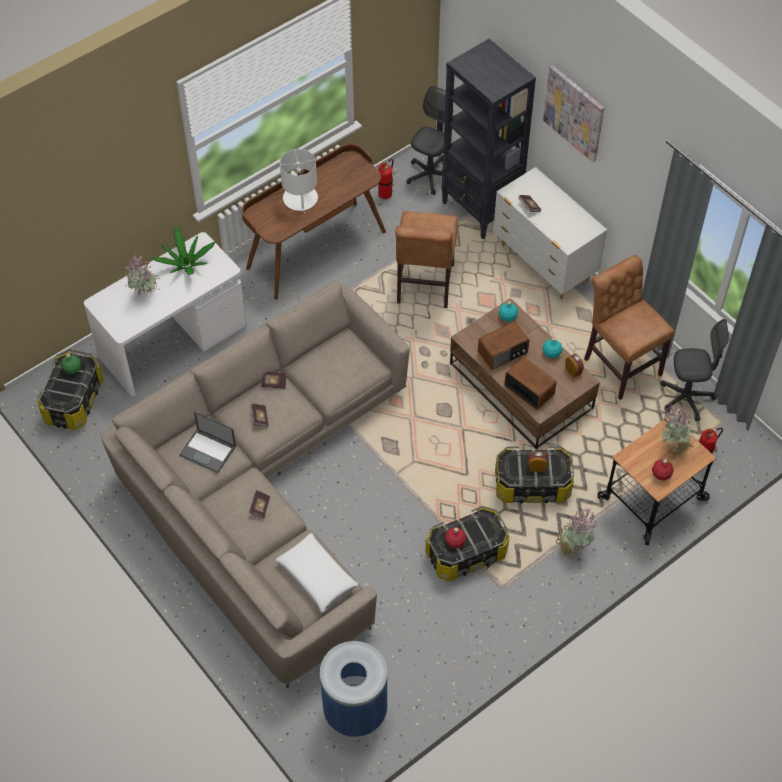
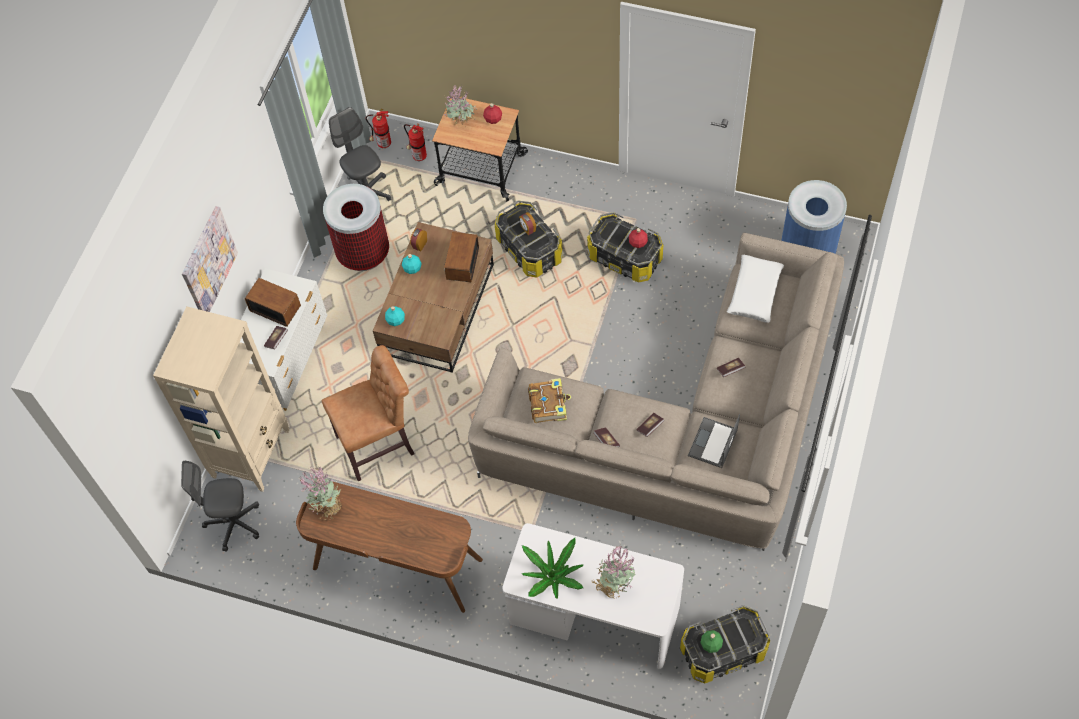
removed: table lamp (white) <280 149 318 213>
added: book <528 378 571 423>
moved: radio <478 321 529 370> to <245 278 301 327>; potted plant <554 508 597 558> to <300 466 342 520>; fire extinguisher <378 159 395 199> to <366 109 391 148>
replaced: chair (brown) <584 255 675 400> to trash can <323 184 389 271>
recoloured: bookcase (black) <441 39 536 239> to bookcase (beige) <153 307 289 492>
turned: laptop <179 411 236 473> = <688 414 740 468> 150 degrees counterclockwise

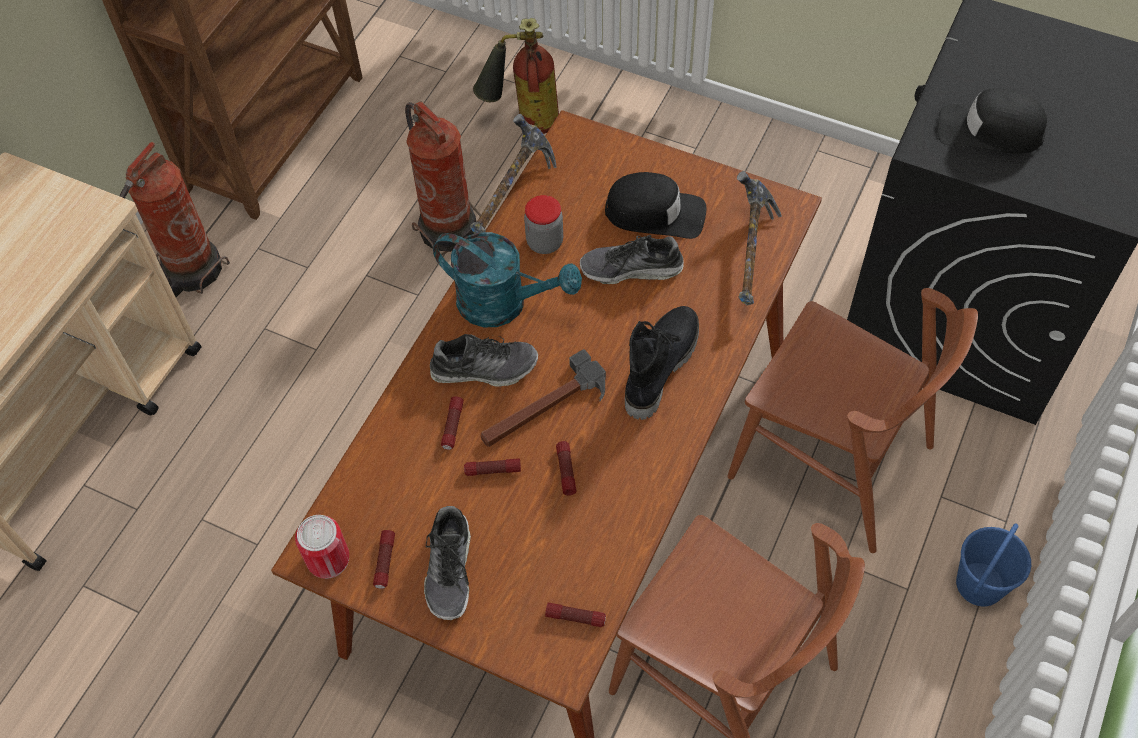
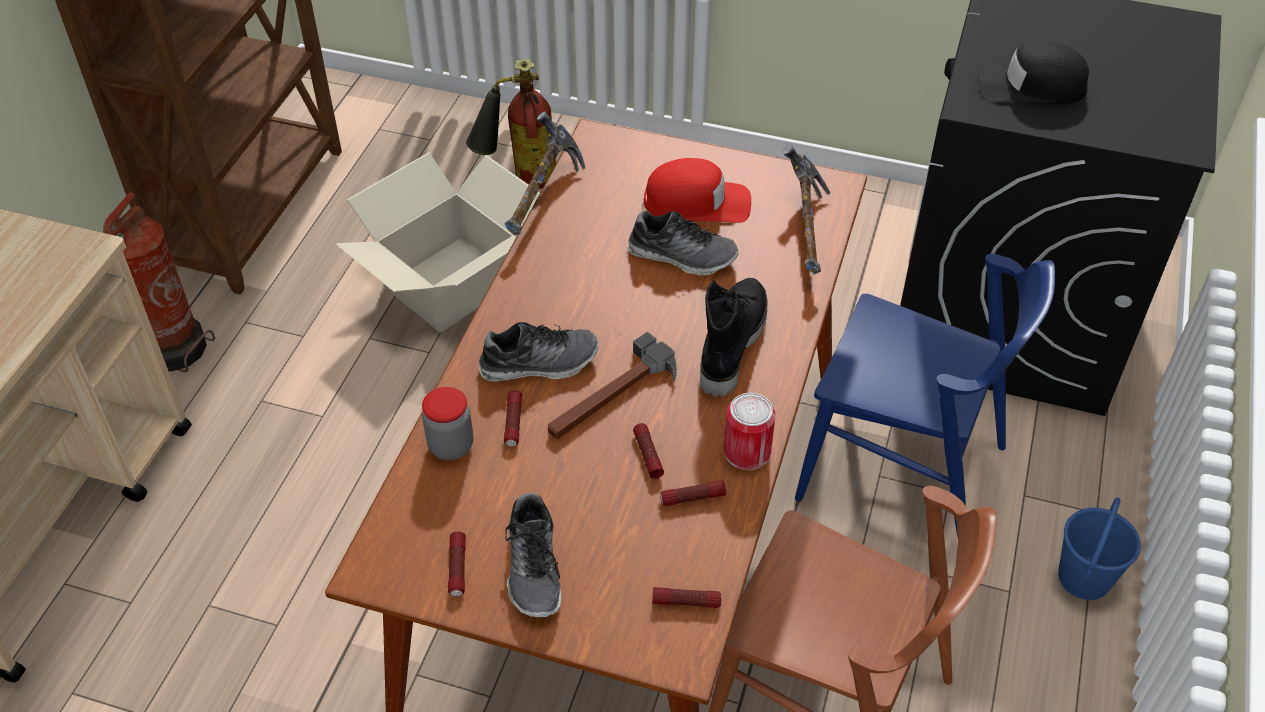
removed: watering can (turquoise) <433 232 582 327>
moved: jar <524 195 563 254> to <422 387 473 460>; flashlight <464 458 521 476> to <660 480 726 506>; can <295 515 349 579> to <723 393 776 470>
replaced: fire extinguisher <405 101 481 255> to cardboard box <336 152 540 333>
recoloured: cap (black) <605 172 706 239> to cap (red) <644 158 751 223>; chair (brown) <728 288 978 553> to chair (blue) <795 254 1055 539>
turned: shoe <580 235 684 284> = <627 210 739 275> 150 degrees counterclockwise

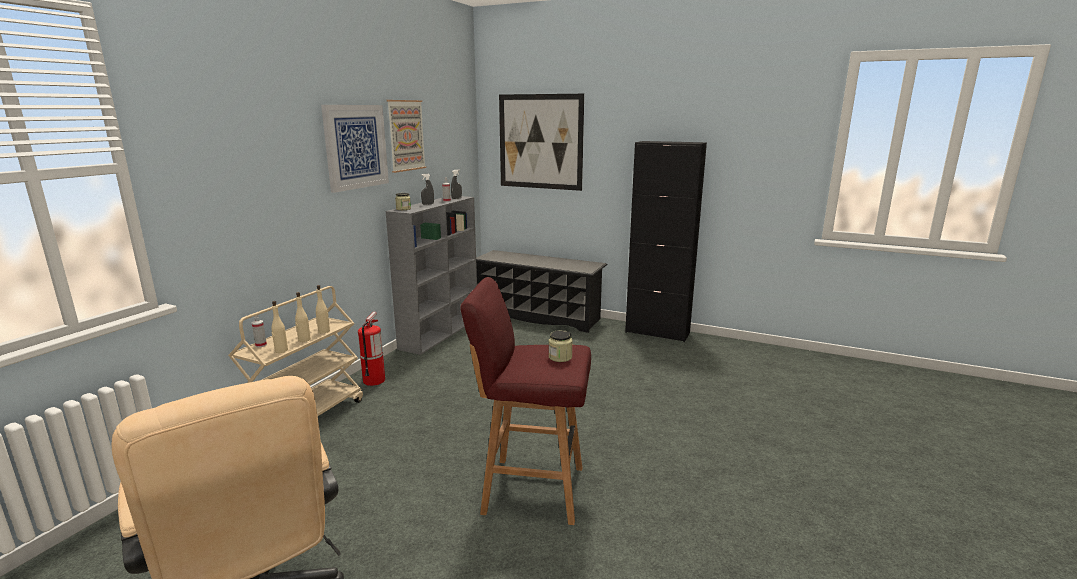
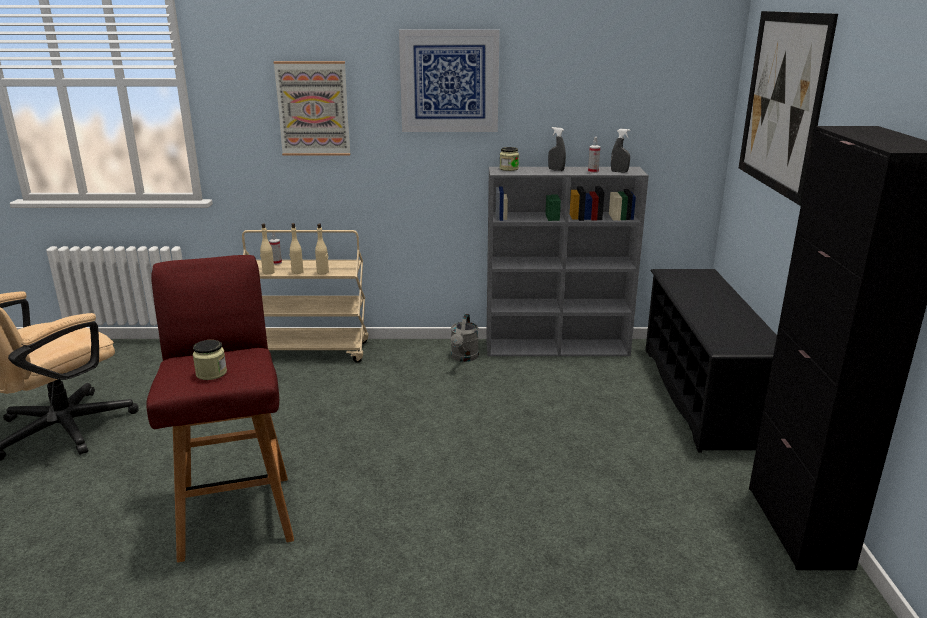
removed: fire extinguisher <358 312 385 386>
added: watering can (grey) <450 314 479 362>
moved: picture <387 100 426 173> to <273 61 351 156>

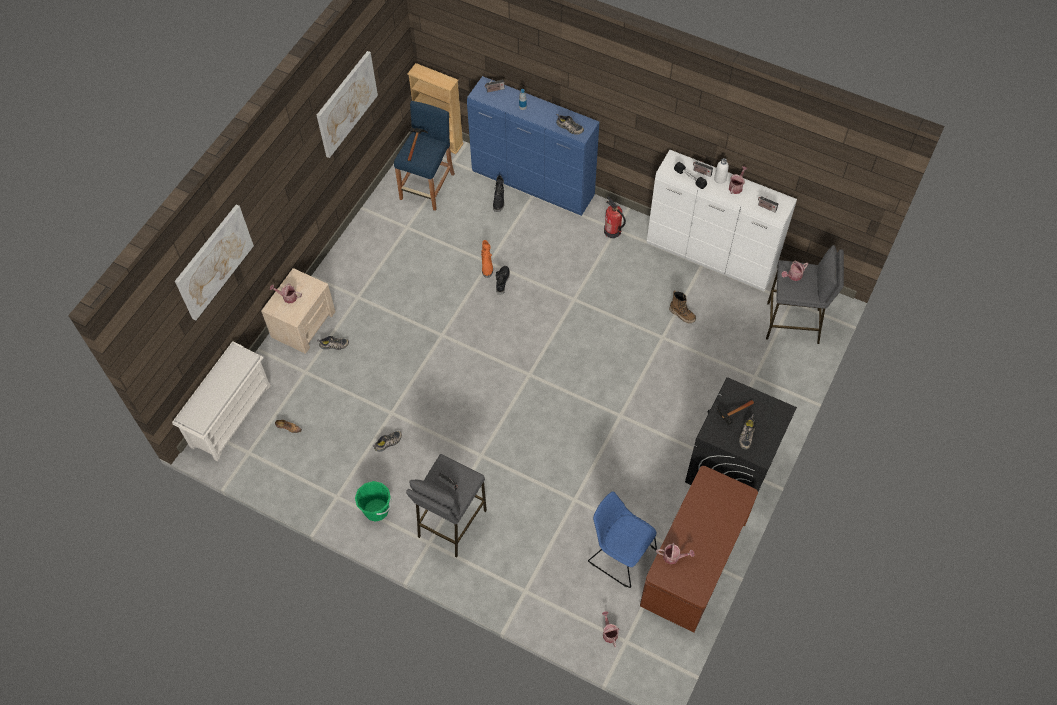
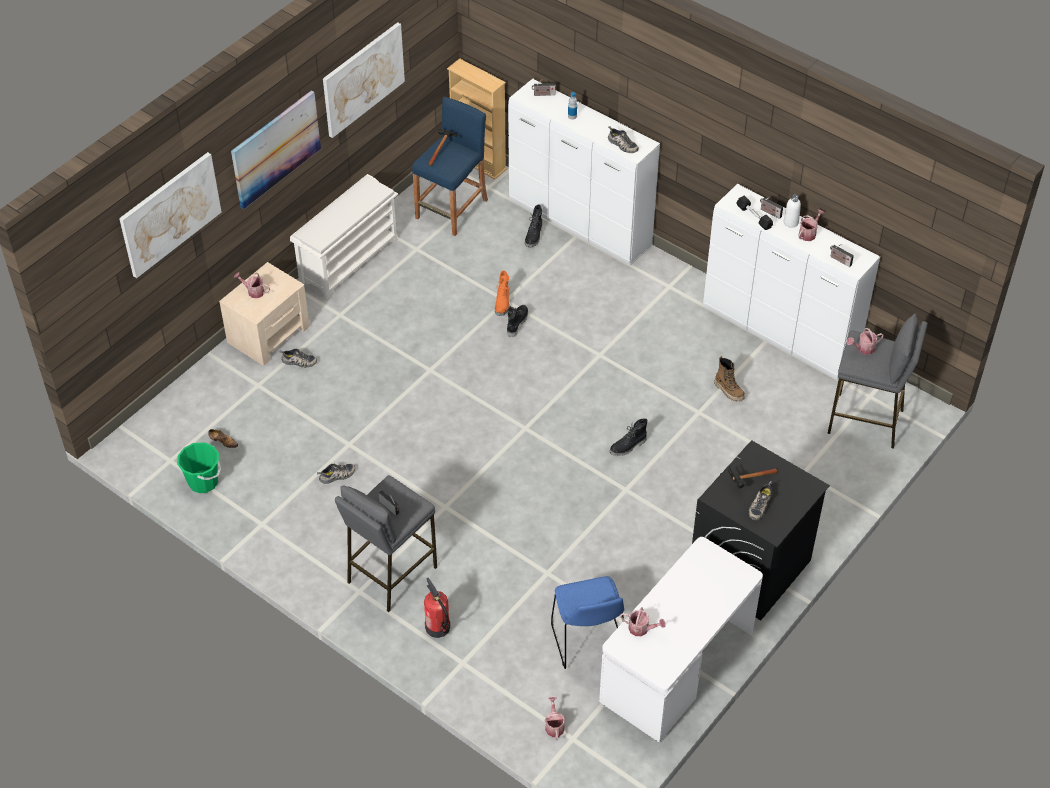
added: picture <231 91 321 209>; boot (black) <609 418 648 456>
moved: bucket (green) <355 481 391 522> to <177 442 221 493>; shoe rack (white) <172 341 271 461> to <290 174 398 299>; fire extinguisher <604 196 626 238> to <424 578 450 638>
recoloured: dresser (blue) <467 76 599 215> to dresser (white) <508 79 660 265>; desk (brown) <640 466 758 633> to desk (white) <599 537 763 743>
turned: chair (blue) <588 491 657 588> = <551 576 624 669> 150 degrees counterclockwise

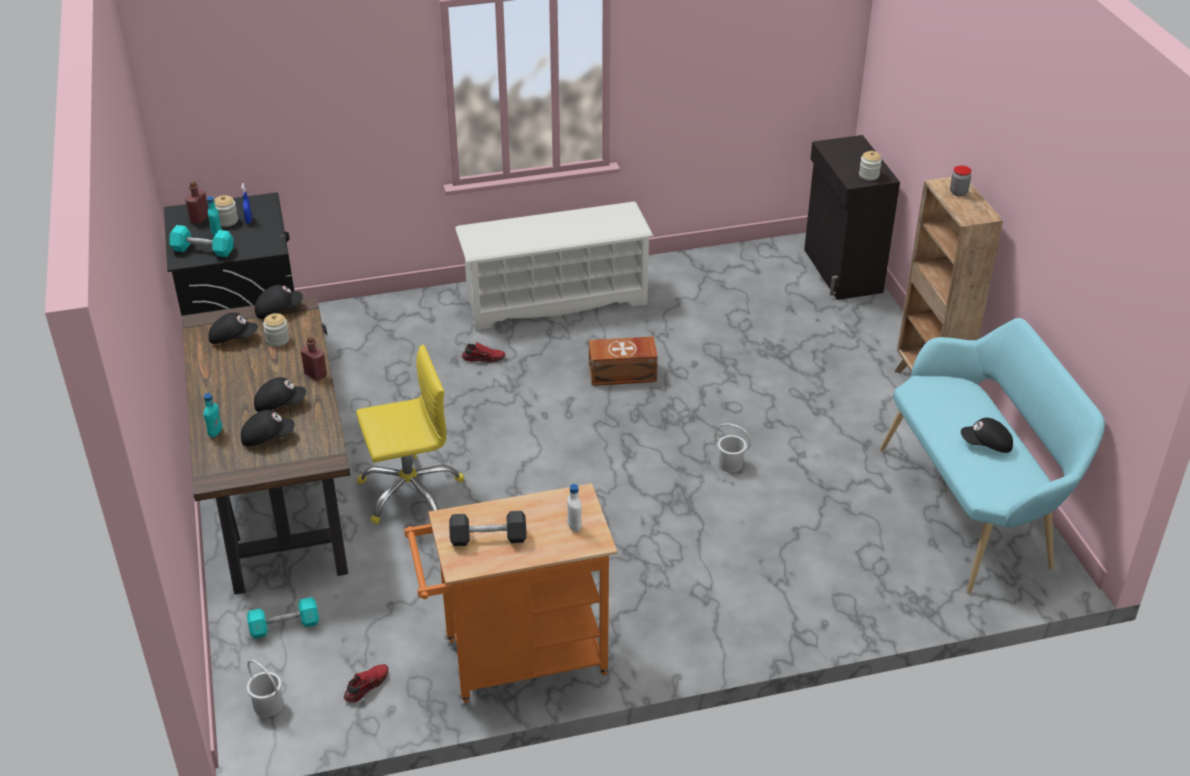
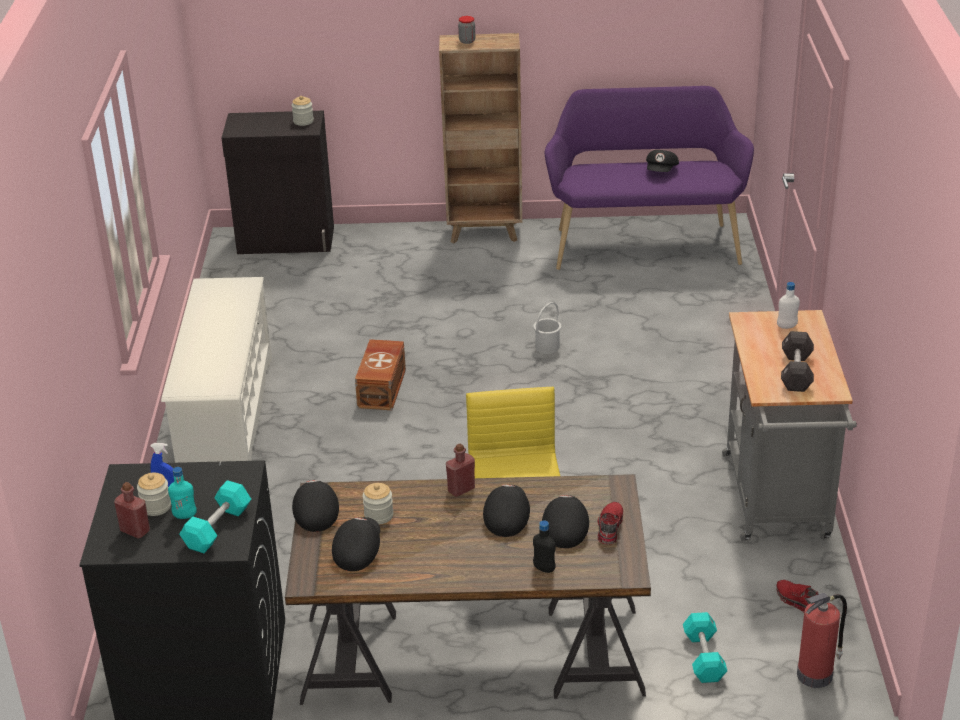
moved: shoe (red) <461 342 505 363> to <597 502 623 545>
replaced: bucket (white) <247 660 283 717> to fire extinguisher <797 593 847 688>
recoloured: bottle (turquoise) <203 393 222 437> to bottle (black) <533 521 556 573>; bench (turquoise) <880 318 1105 594> to bench (purple) <545 86 754 270>; cart (orange) <404 483 617 703> to cart (grey) <722 310 857 542>

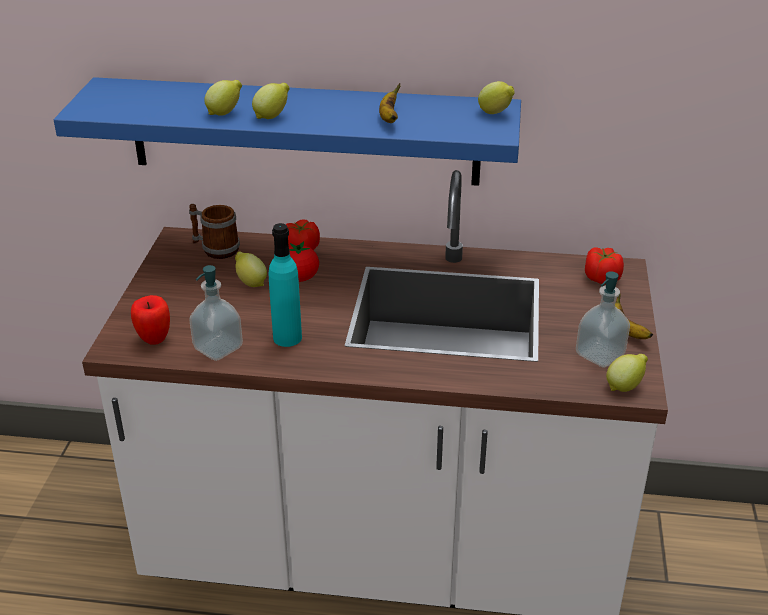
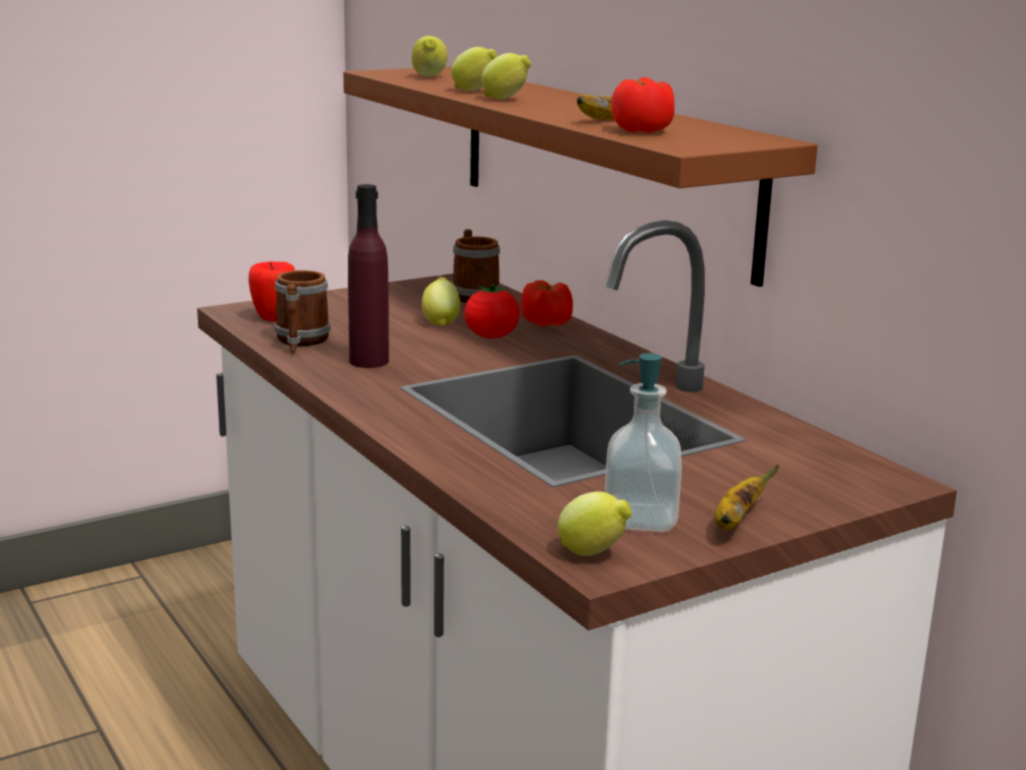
moved: lemon <478 81 515 114> to <412 36 448 77>; tomato <585 247 624 285> to <611 77 675 133>
replaced: soap dispenser <189 265 243 361> to mug <275 270 331 354>
recoloured: shelf (blue) <54 77 521 186> to shelf (brown) <343 66 818 287>; bottle (turquoise) <269 223 302 347> to bottle (purple) <348 184 389 368>

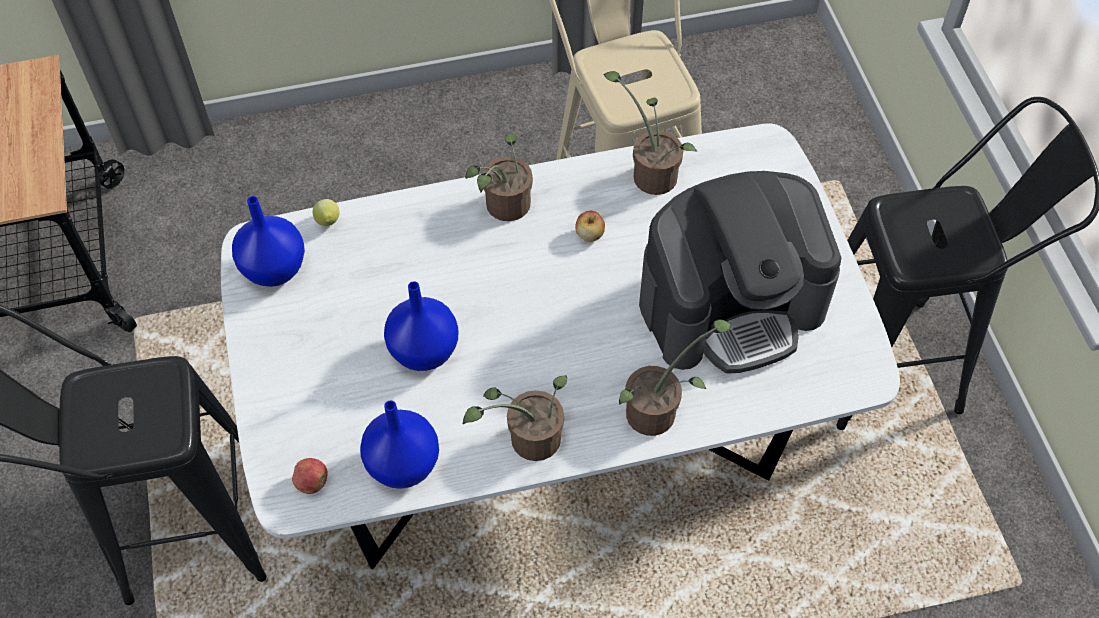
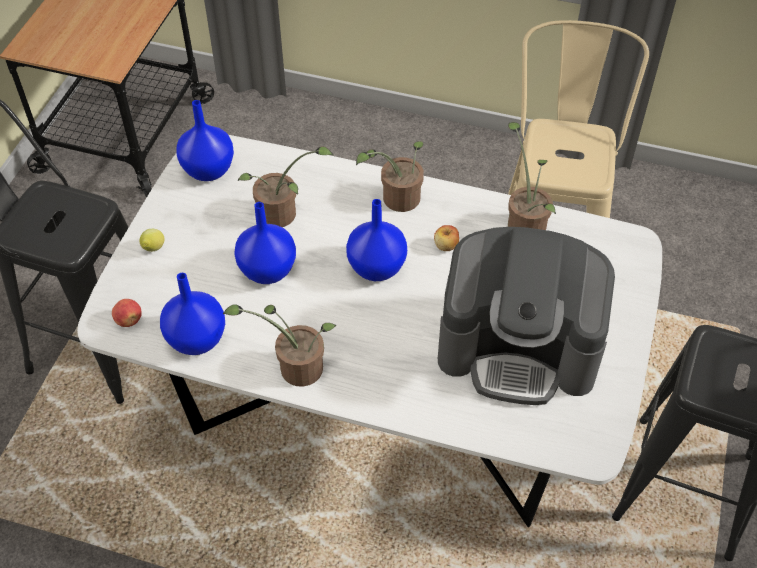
added: vase (blue) <346 199 407 281>
moved: lemon <313 199 340 226> to <140 229 164 252>; potted plant <619 320 732 436> to <238 146 333 227>

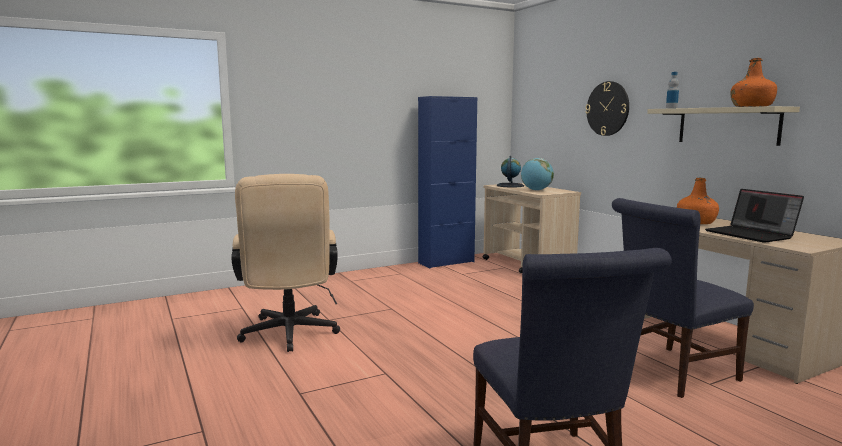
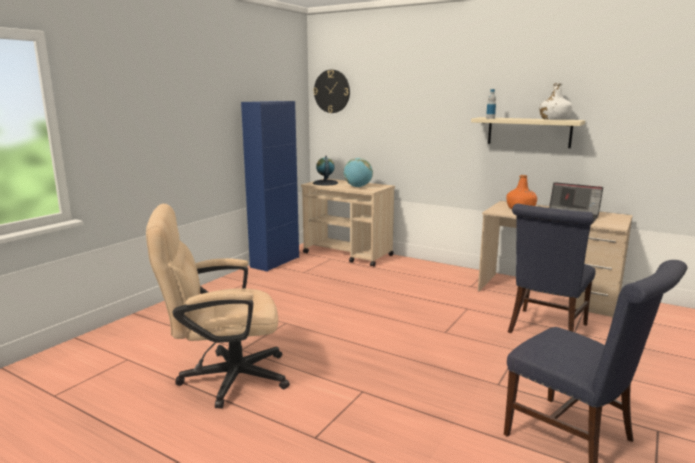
moved: wall clock <585 81 629 136> to <313 70 350 113>
recoloured: bottle (orange) <730 58 777 107> to bottle (white) <540 83 572 120>
turned: office chair (beige) <231 174 340 352> = <146 204 290 409> 120 degrees clockwise

